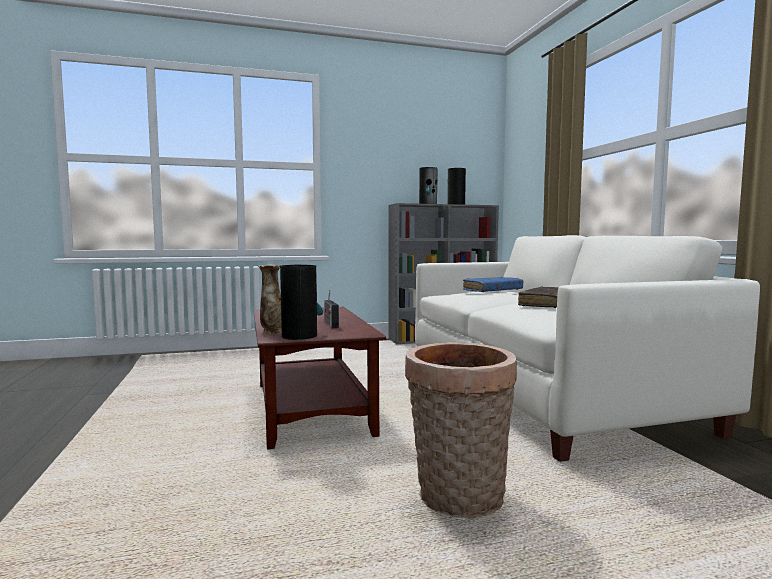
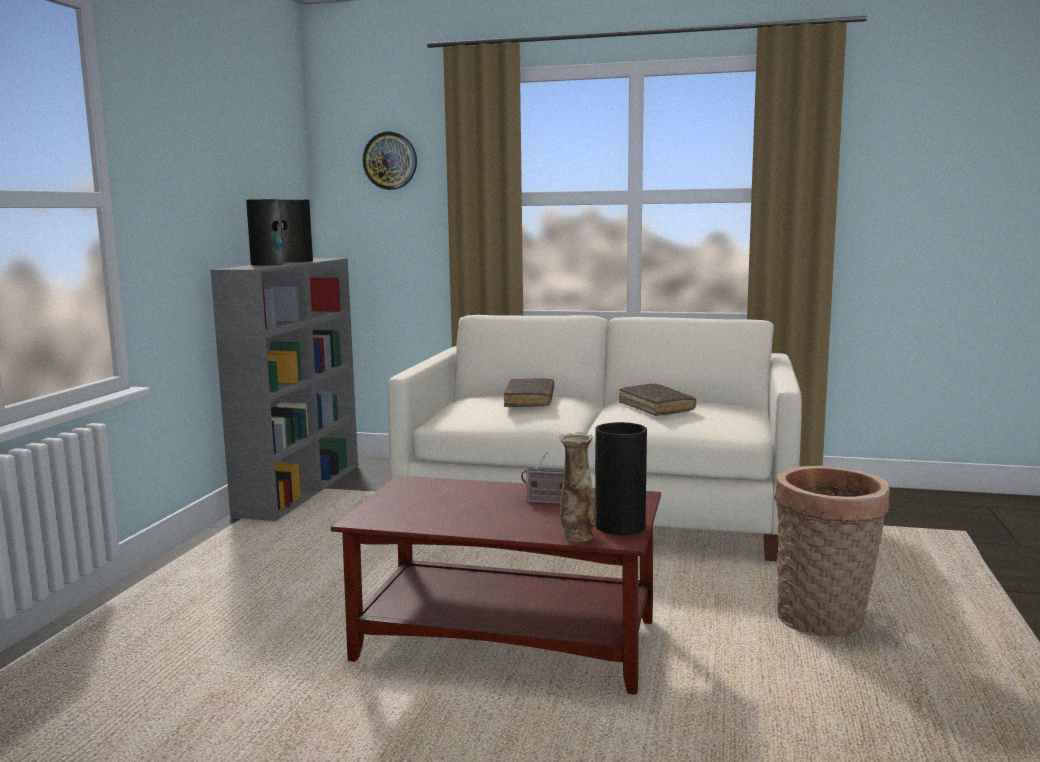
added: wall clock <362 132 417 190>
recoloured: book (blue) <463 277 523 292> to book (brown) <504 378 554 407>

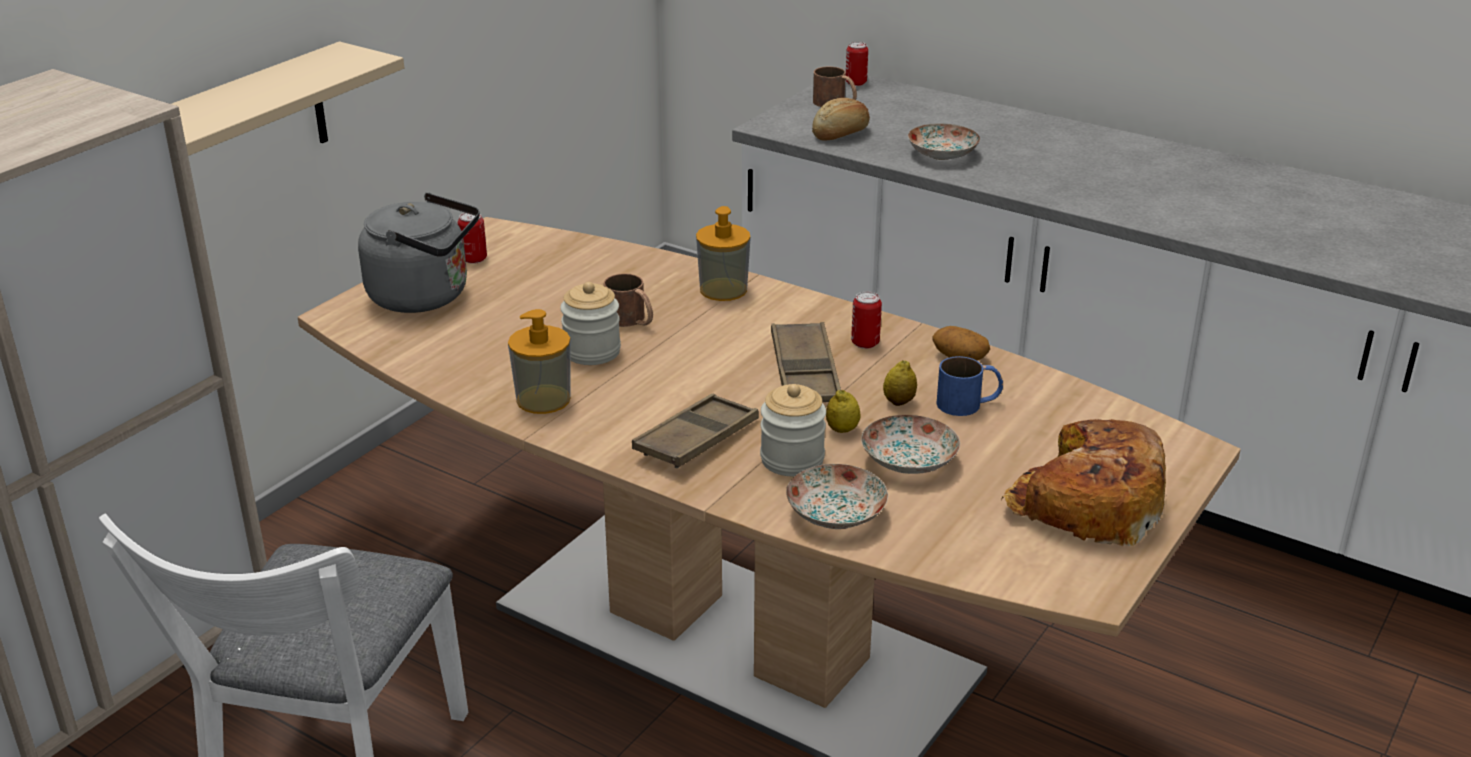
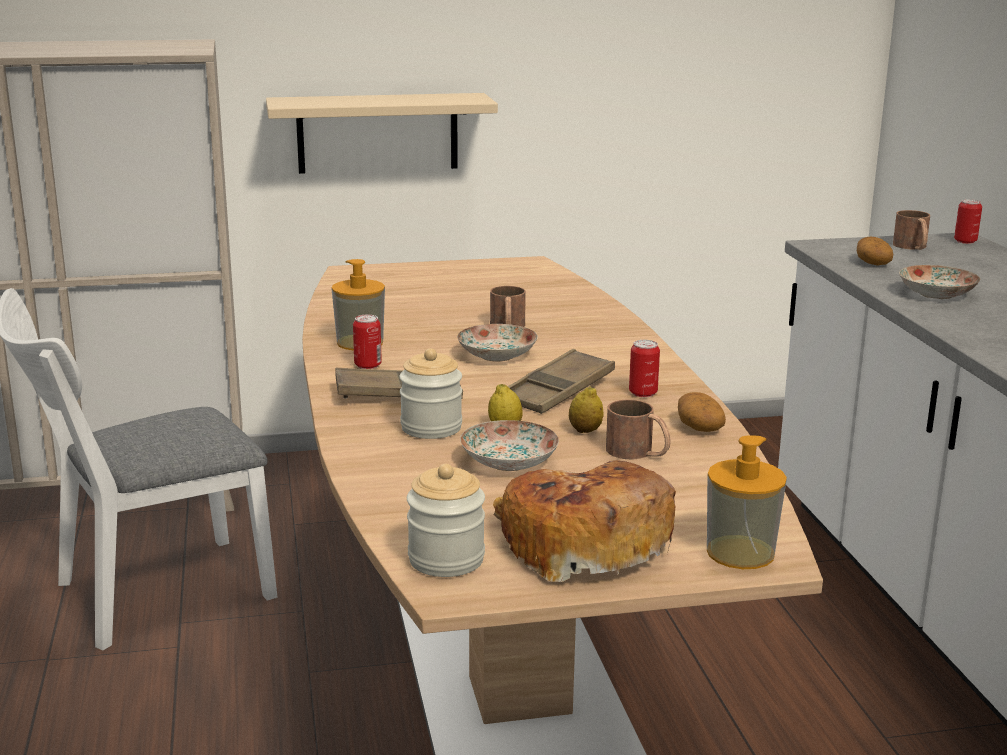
removed: kettle (grey) <358 193 479 313>
moved: can <458 213 487 264> to <353 315 382 369>; jar <560 282 621 365> to <407 464 485 577>; plate <786 464 888 529> to <457 324 538 362>; soap dispenser <696 206 751 301> to <707 435 787 569>
replaced: bread <812 98 870 141> to potato <857 237 893 266>
recoloured: mug (blue) <936 356 1003 416> to mug (brown) <606 399 671 459>

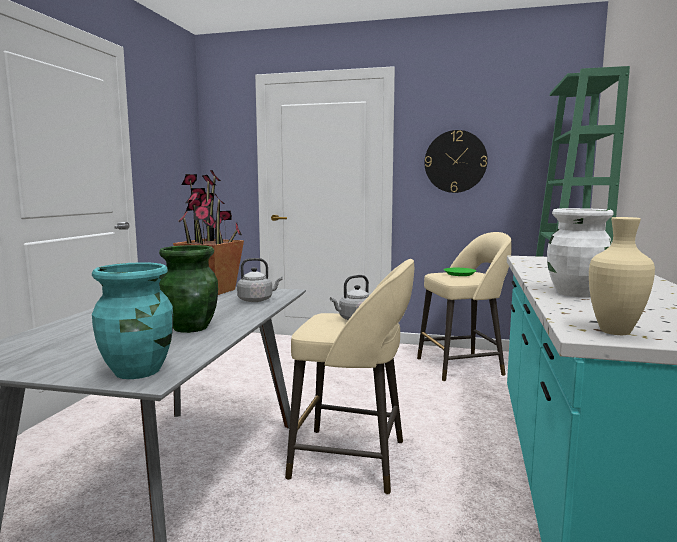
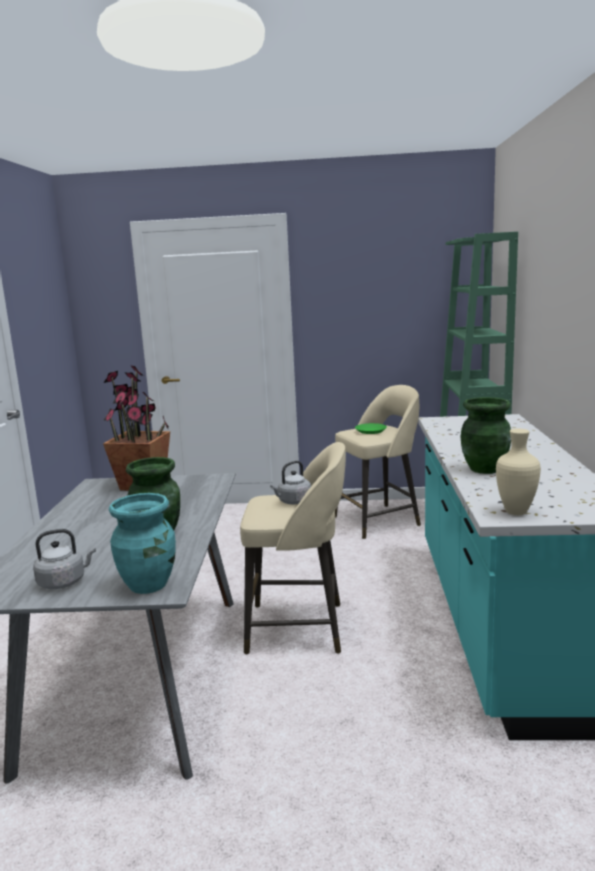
removed: wall clock <425 130 488 193>
moved: kettle (grey) <237 258 282 302> to <33 529 96 589>
recoloured: vase (white) <547 208 614 297> to vase (green) <461 397 511 474>

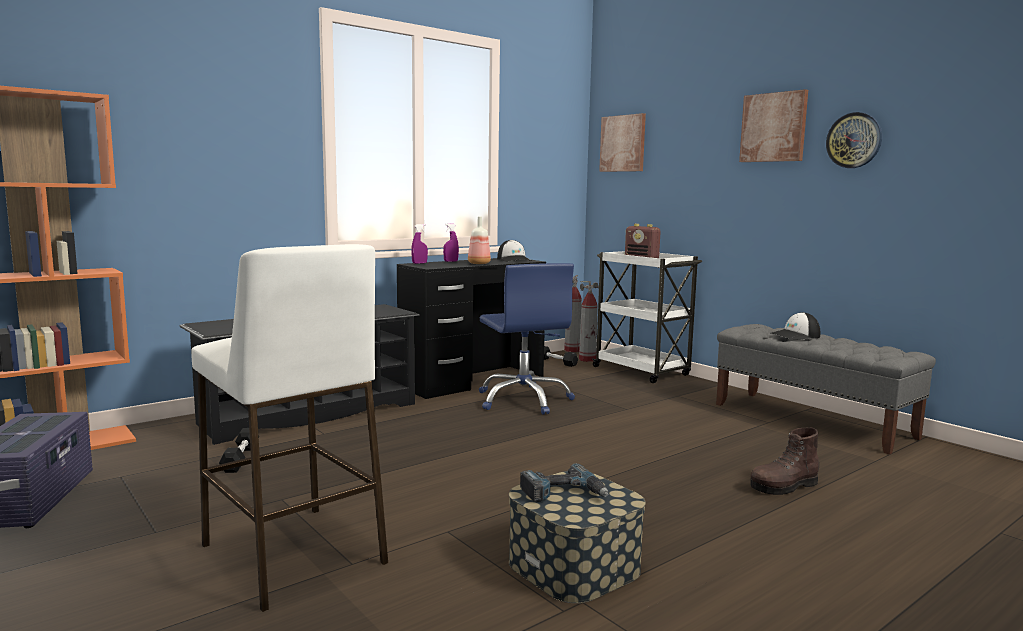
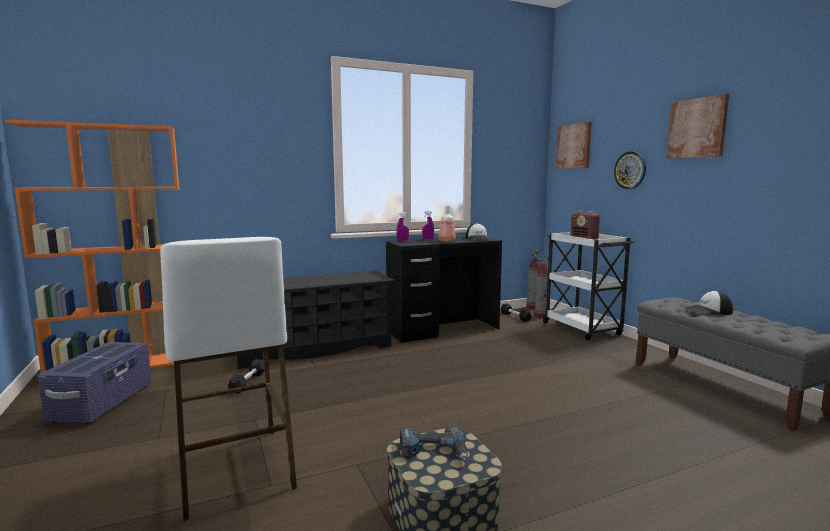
removed: office chair (blue) <479 263 575 415>; boot (brown) <750 427 819 495>
moved: wall clock <826 112 882 168> to <614 151 646 189>

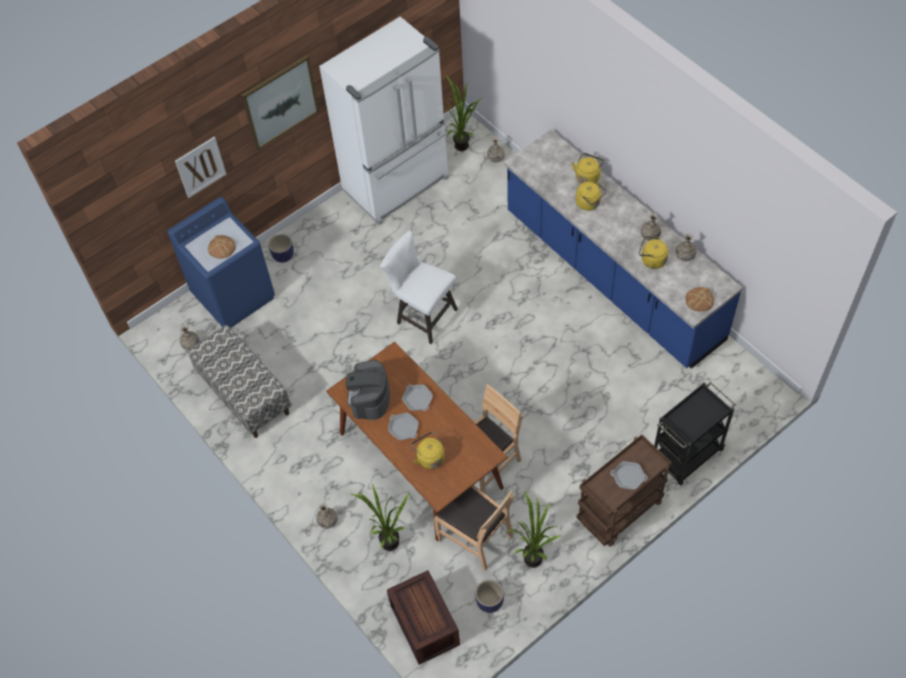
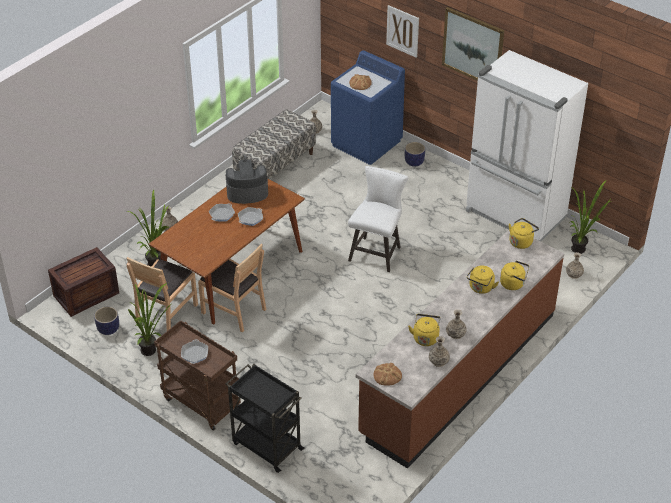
moved: kettle (yellow) <411 431 445 469> to <509 218 539 249>
recoloured: counter (blue) <504 130 743 369> to counter (brown) <356 230 564 469>

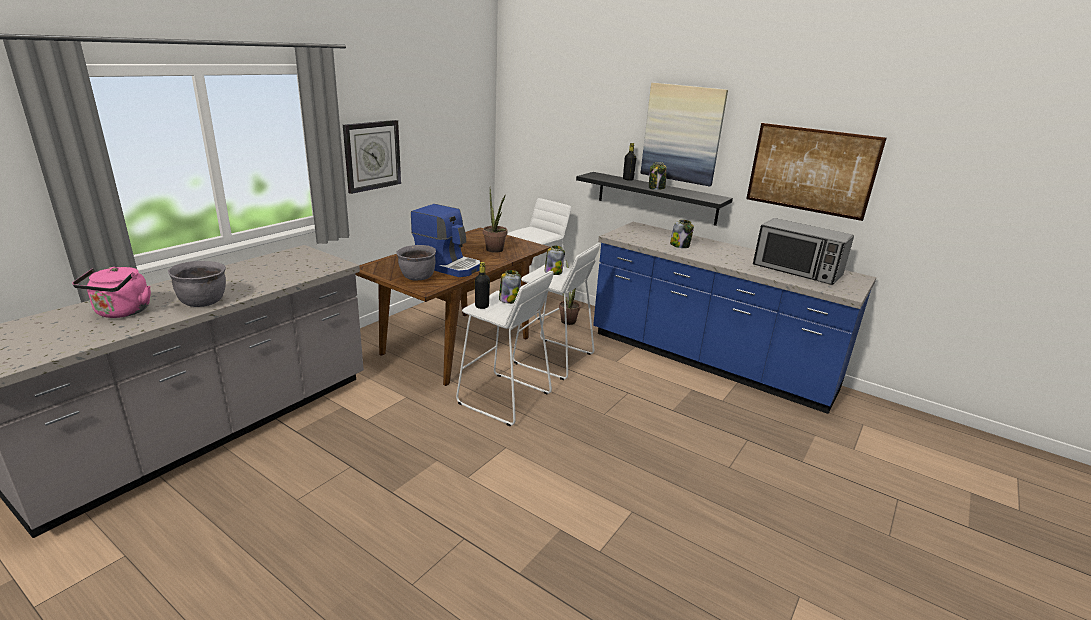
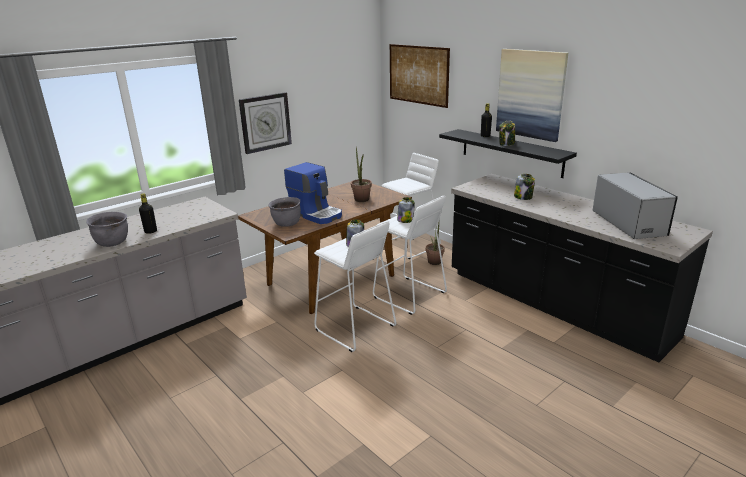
removed: kettle (pink) <72 267 151 318>
moved: bottle (black) <475 262 490 309> to <139 193 157 234>; picture <746 123 887 221> to <390 44 450 108>
recoloured: counter (blue) <593 222 876 414> to counter (black) <451 174 713 362>
turned: microwave <753 218 854 285> = <593 173 678 239> 150 degrees counterclockwise

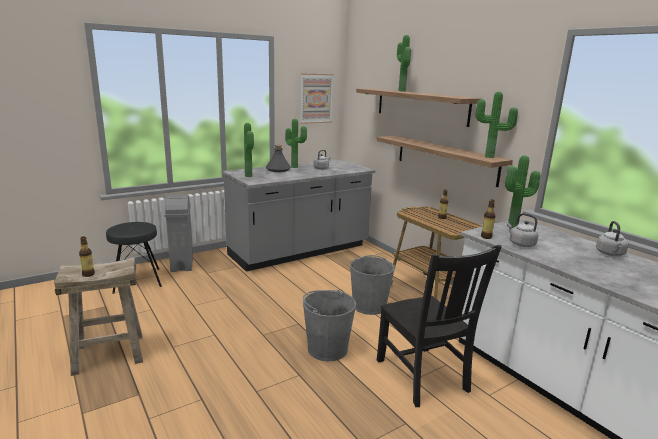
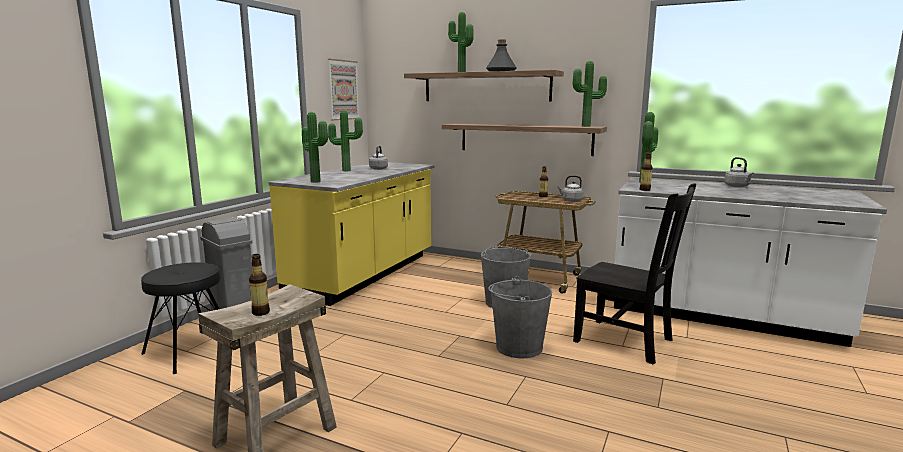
moved: bottle (grey) <266 145 291 172> to <486 39 517 71>; kettle (grey) <507 213 538 247> to <557 176 583 202>
recoloured: counter (grey) <223 160 375 272> to counter (yellow) <268 162 435 306>

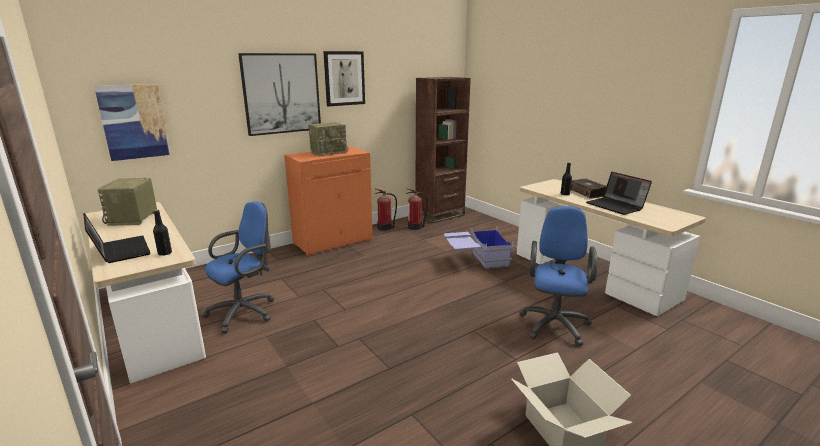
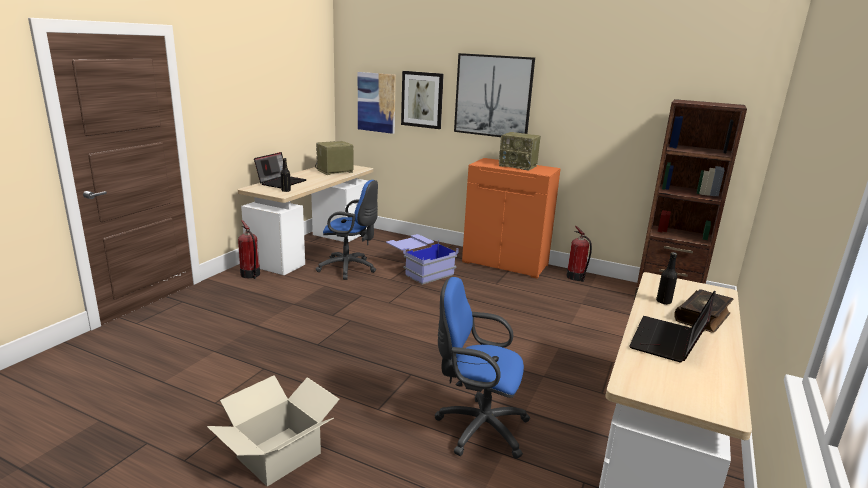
moved: fire extinguisher <406 189 428 230> to <238 220 260 279>; storage box (blue) <444 226 514 269> to <386 234 459 285>; picture <323 51 365 106> to <401 71 444 129>
turned: office chair (blue) <520 206 598 346> = <434 276 530 459> 150 degrees counterclockwise

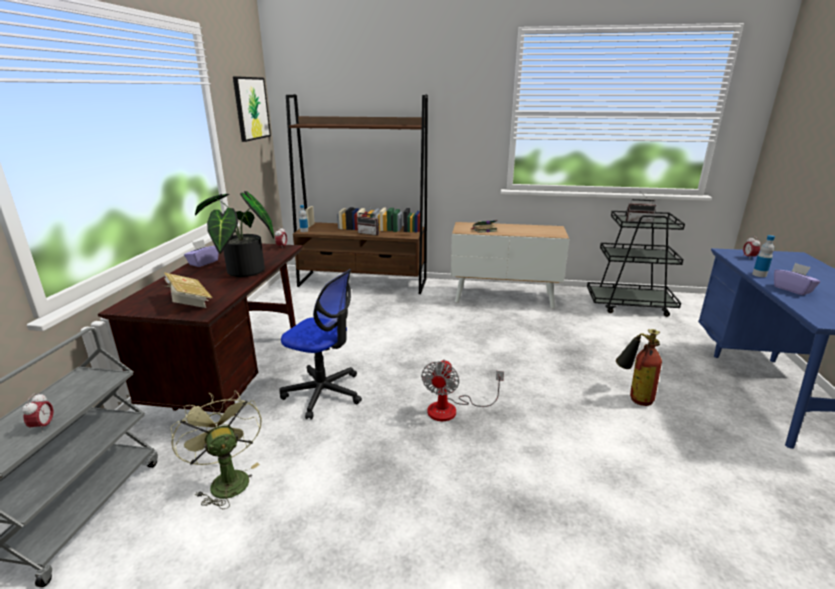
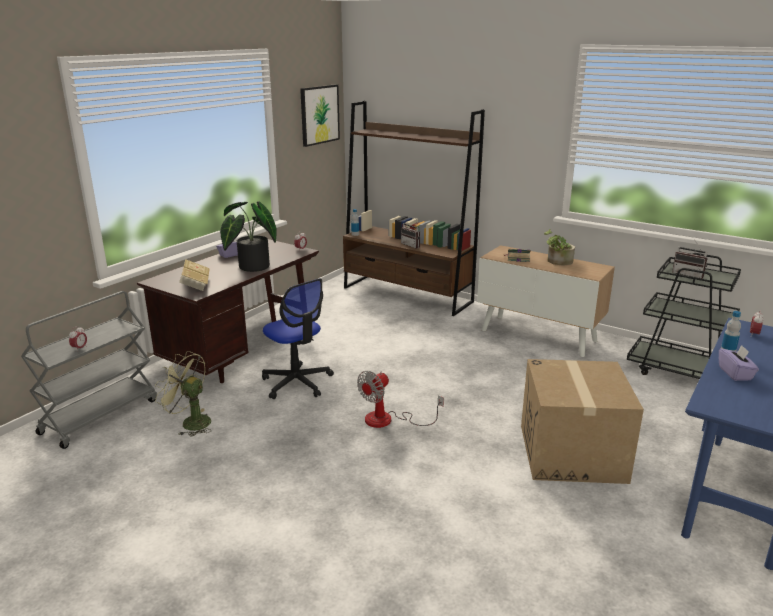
added: potted plant <544 229 575 266>
replaced: fire extinguisher <616 329 662 406> to cardboard box <521 359 644 484>
turned: fan (green) <170 390 262 509> = <155 351 211 437> 60 degrees counterclockwise

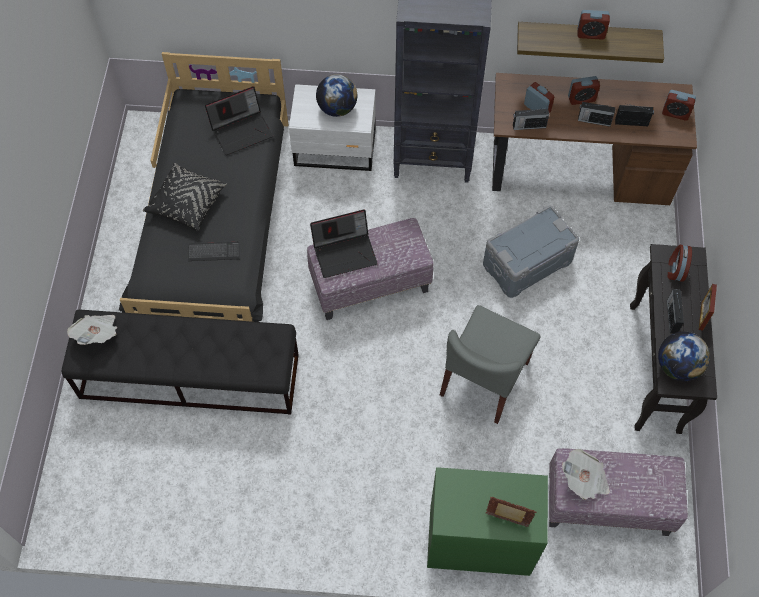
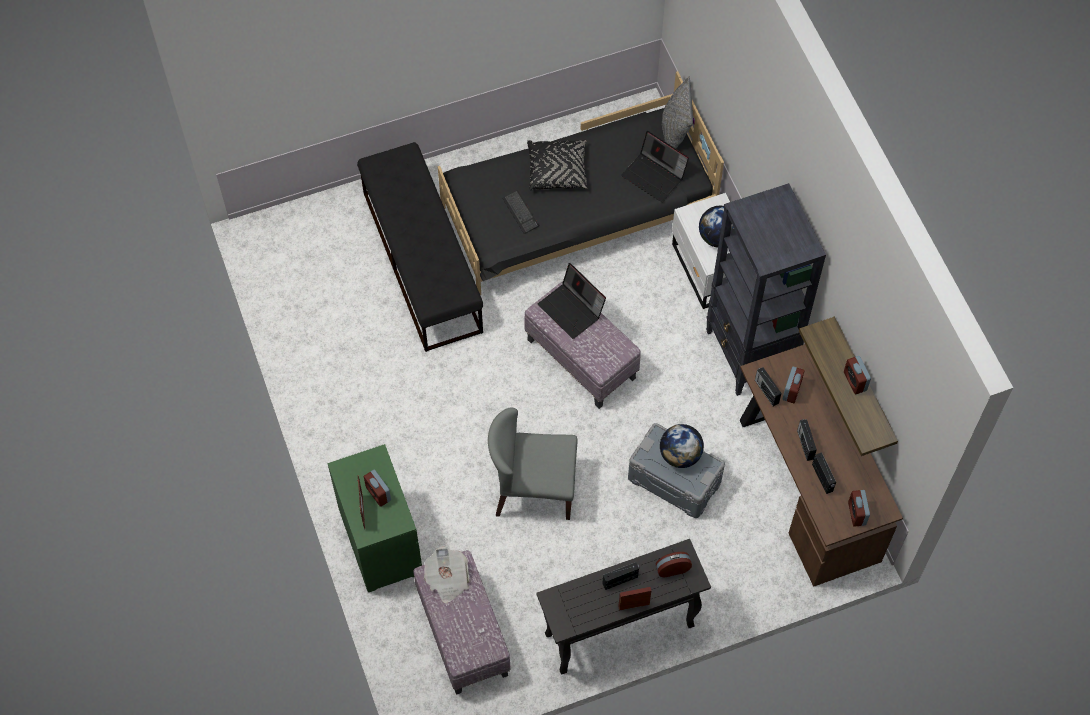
removed: newspaper <67 315 117 345>
added: pillow (grey) <662 76 693 149>
moved: alarm clock <568 76 600 105> to <364 470 391 507>; globe <658 332 710 381> to <660 424 704 468>

